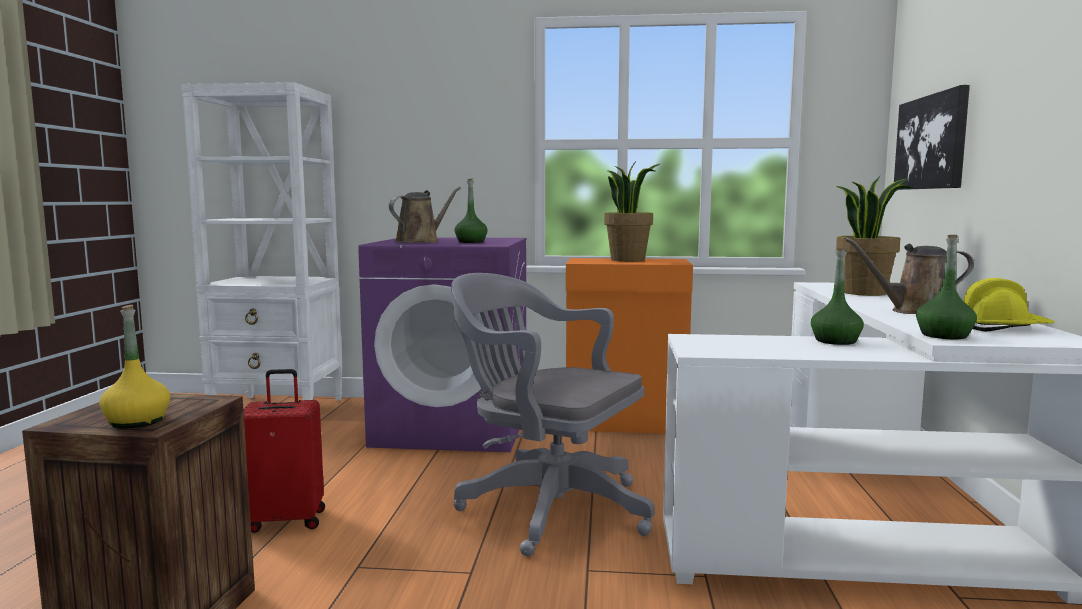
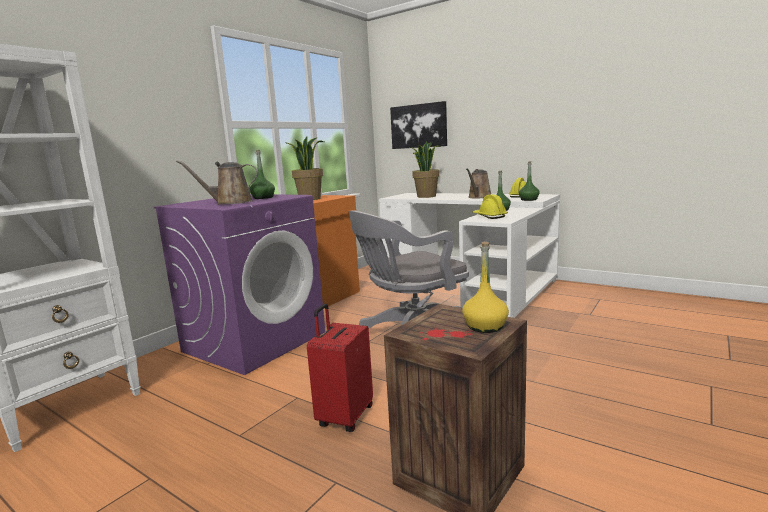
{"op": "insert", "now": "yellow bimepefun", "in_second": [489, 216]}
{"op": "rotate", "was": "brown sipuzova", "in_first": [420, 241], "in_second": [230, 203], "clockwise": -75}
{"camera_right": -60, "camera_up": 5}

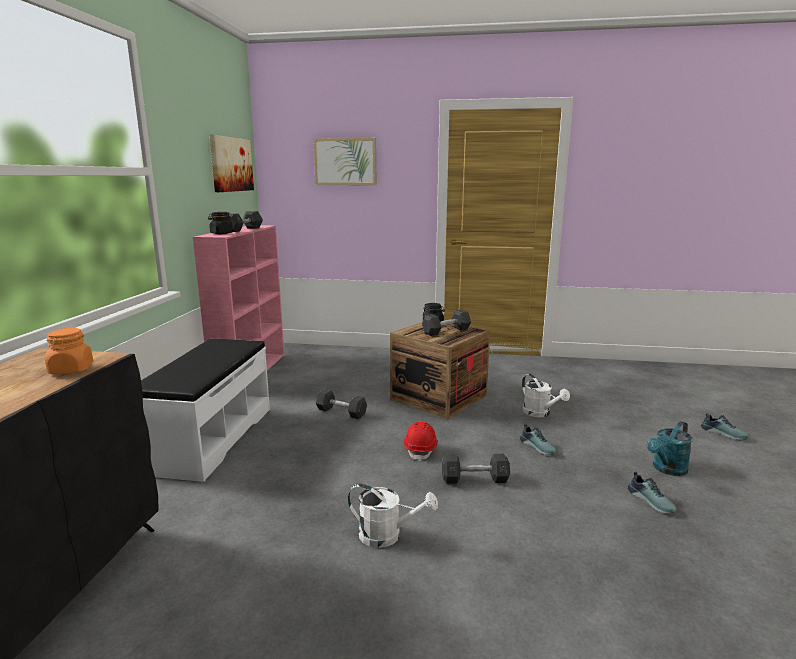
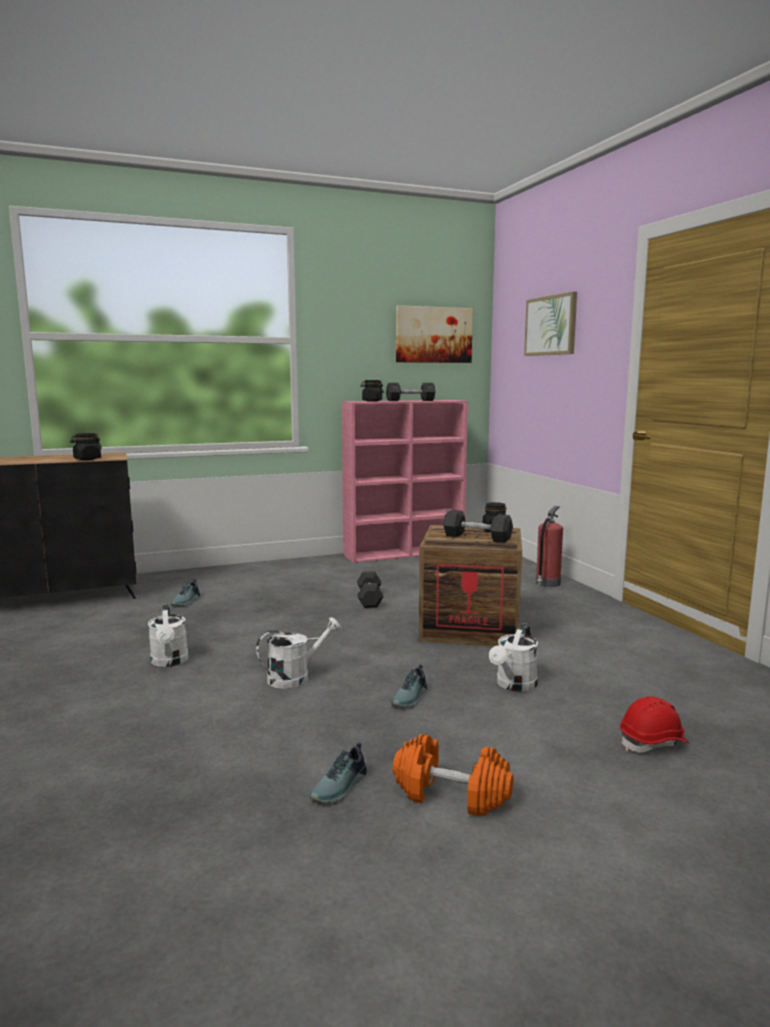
{"op": "delete", "was": "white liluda", "in_first": [209, 438]}
{"op": "insert", "now": "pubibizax", "in_second": [547, 583]}
{"op": "move", "was": "red bimepefun", "in_first": [421, 449], "in_second": [653, 742]}
{"op": "move", "was": "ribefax", "in_first": [724, 433], "in_second": [187, 601]}
{"op": "replace", "was": "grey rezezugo", "now": "white sipuzova", "in_first": [474, 479], "in_second": [295, 677]}
{"op": "replace", "was": "turquoise sipuzova", "now": "orange rezezugo", "in_first": [667, 469], "in_second": [451, 795]}
{"op": "recolor", "was": "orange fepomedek", "now": "black fepomedek", "in_first": [71, 370], "in_second": [87, 459]}
{"camera_right": 60, "camera_up": -5}

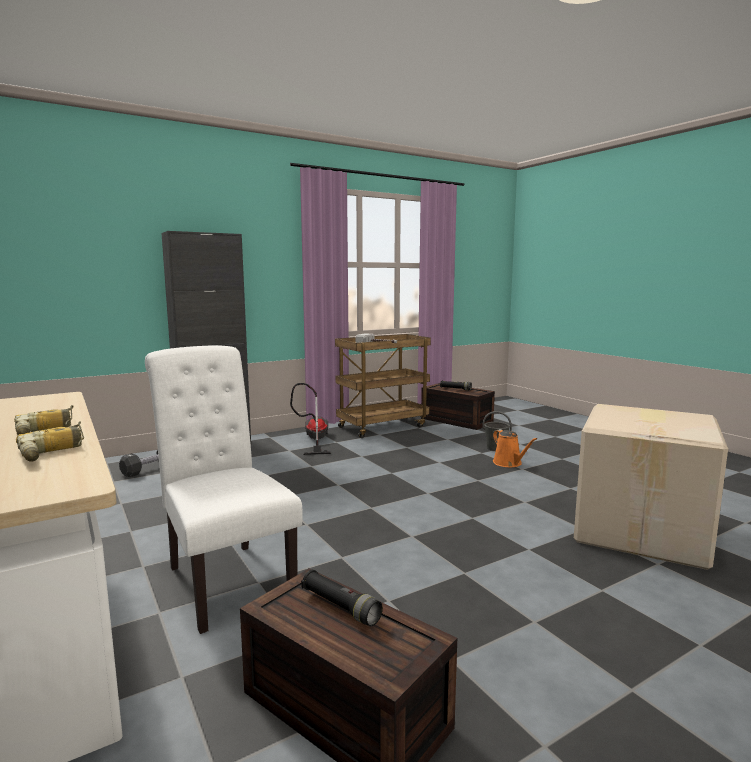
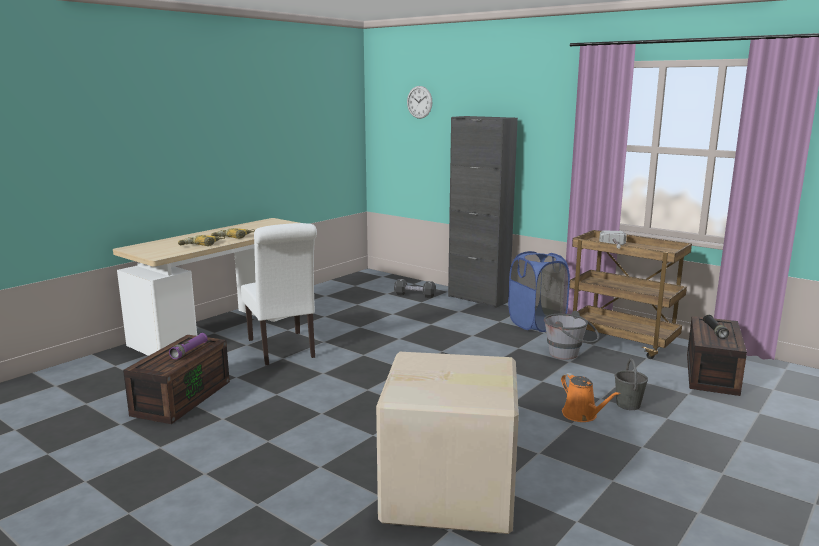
{"op": "insert", "now": "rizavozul", "in_second": [419, 102]}
{"op": "insert", "now": "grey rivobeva", "in_second": [569, 355]}
{"op": "replace", "was": "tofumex", "now": "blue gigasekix", "in_first": [314, 440], "in_second": [536, 324]}
{"op": "recolor", "was": "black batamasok", "now": "purple batamasok", "in_first": [340, 607], "in_second": [189, 351]}
{"op": "rotate", "was": "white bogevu", "in_first": [225, 578], "in_second": [283, 350], "clockwise": 120}
{"op": "rotate", "was": "orange sipuzova", "in_first": [509, 463], "in_second": [582, 415], "clockwise": -75}
{"camera_right": 70, "camera_up": 5}

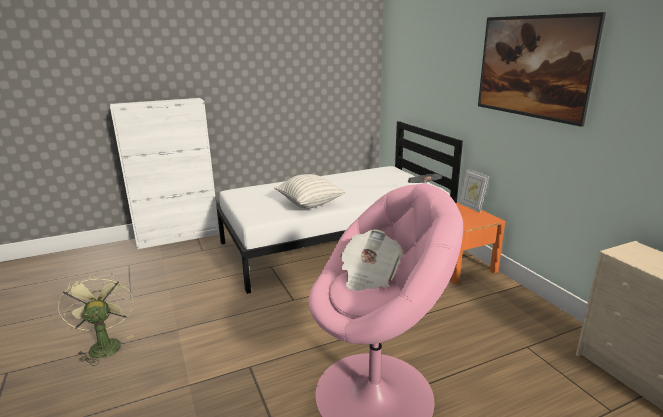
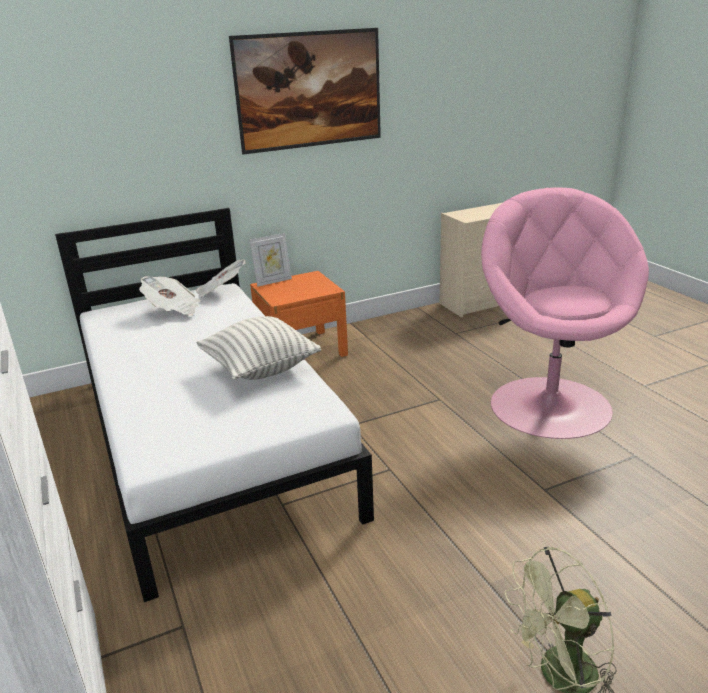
{"op": "move", "was": "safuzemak", "in_first": [368, 276], "in_second": [173, 309]}
{"camera_right": -90, "camera_up": 5}

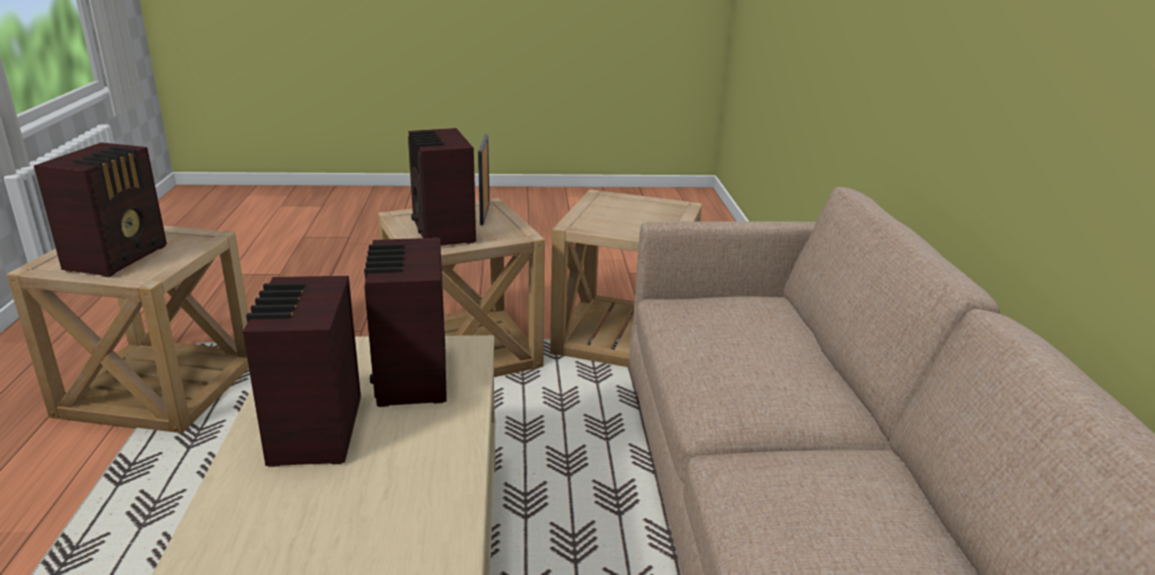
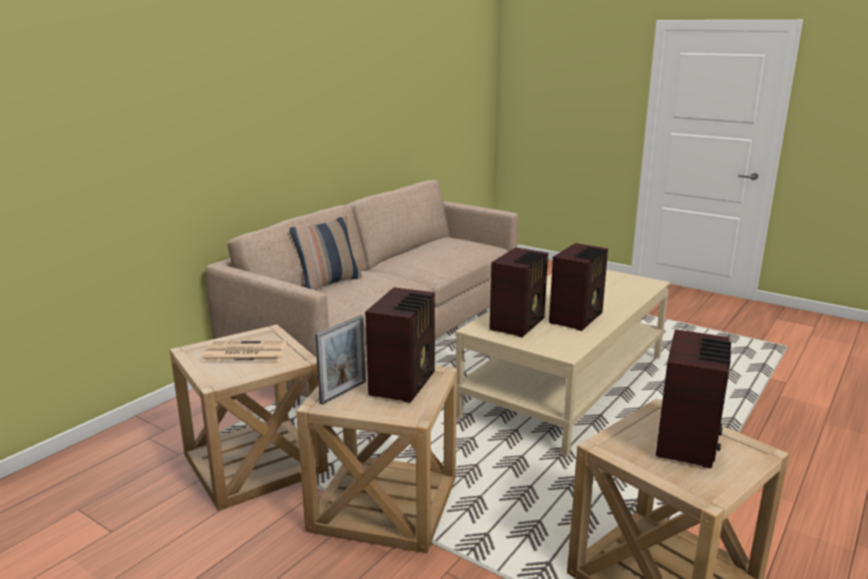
{"op": "insert", "now": "safuzemak", "in_second": [243, 353]}
{"op": "insert", "now": "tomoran", "in_second": [328, 283]}
{"op": "rotate", "was": "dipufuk", "in_first": [119, 257], "in_second": [688, 441], "clockwise": 150}
{"camera_right": -140, "camera_up": -5}

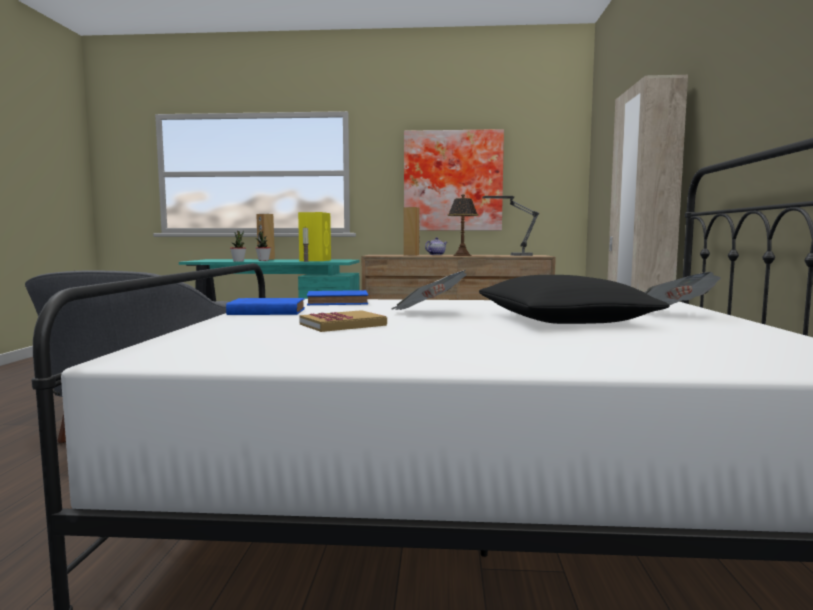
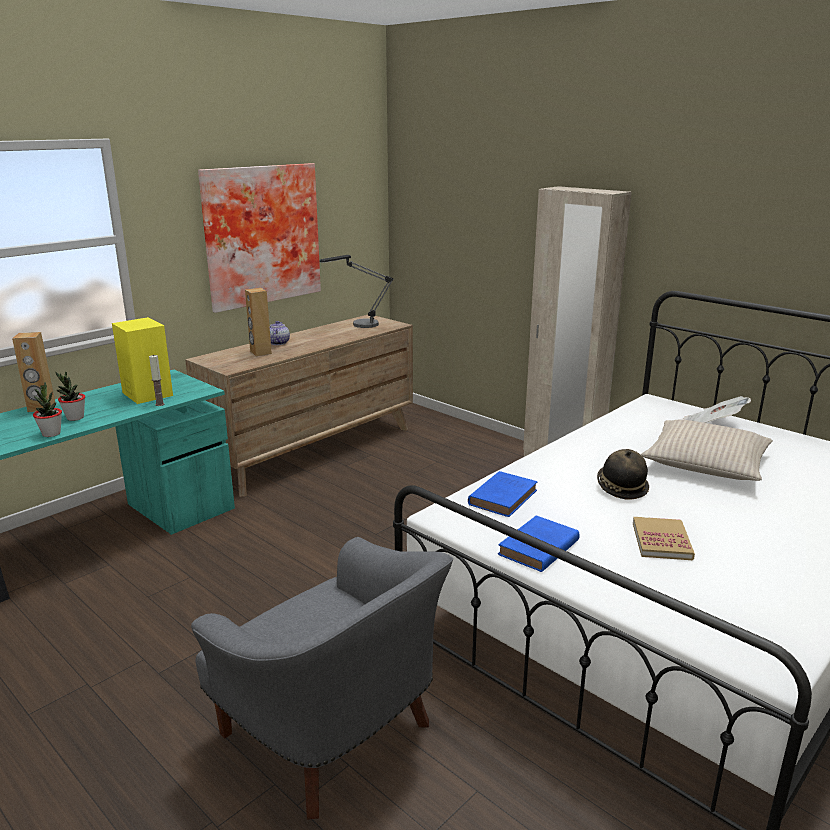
{"op": "delete", "was": "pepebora", "in_first": [462, 255]}
{"op": "replace", "was": "safuzemak", "now": "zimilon", "in_first": [428, 312], "in_second": [621, 488]}
{"op": "recolor", "was": "black tomoran", "now": "beige tomoran", "in_first": [563, 319], "in_second": [705, 463]}
{"camera_right": -50, "camera_up": 15}

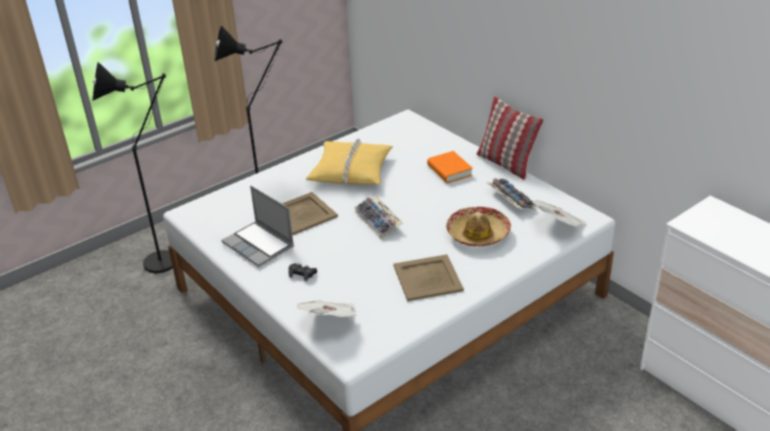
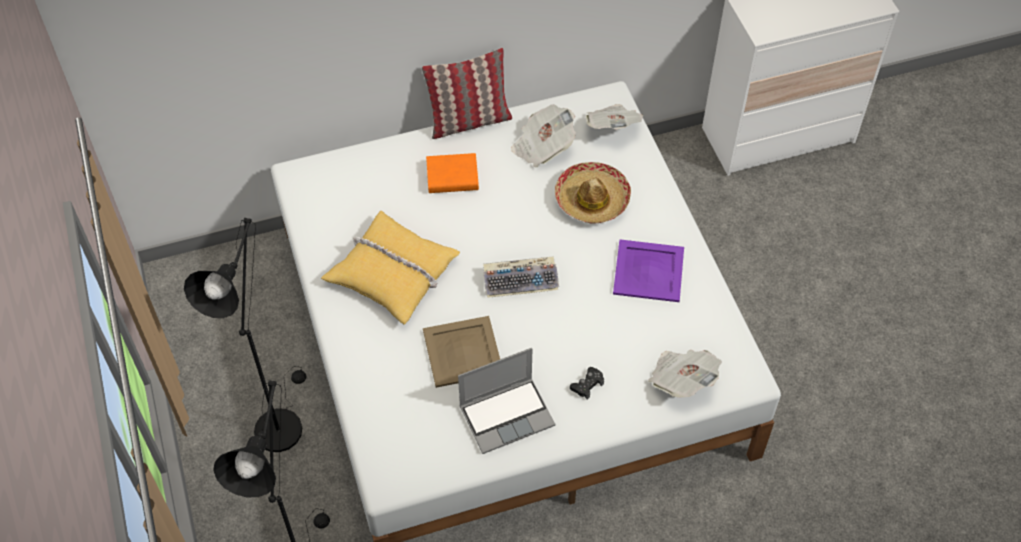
{"op": "replace", "was": "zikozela", "now": "safuzemak", "in_first": [510, 199], "in_second": [542, 146]}
{"op": "recolor", "was": "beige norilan", "now": "purple norilan", "in_first": [427, 278], "in_second": [649, 272]}
{"camera_right": -70, "camera_up": 20}

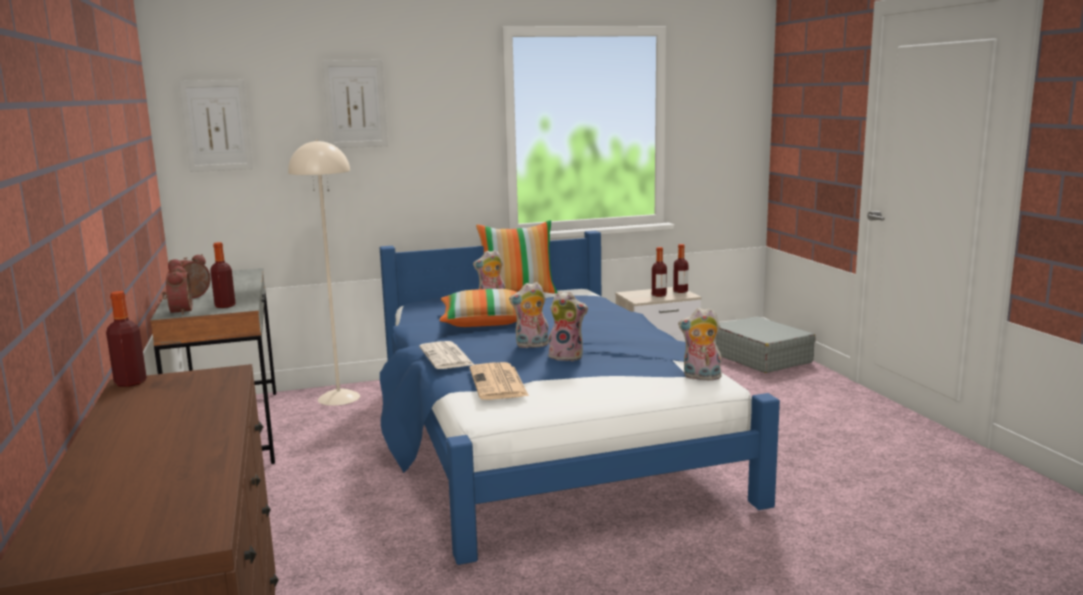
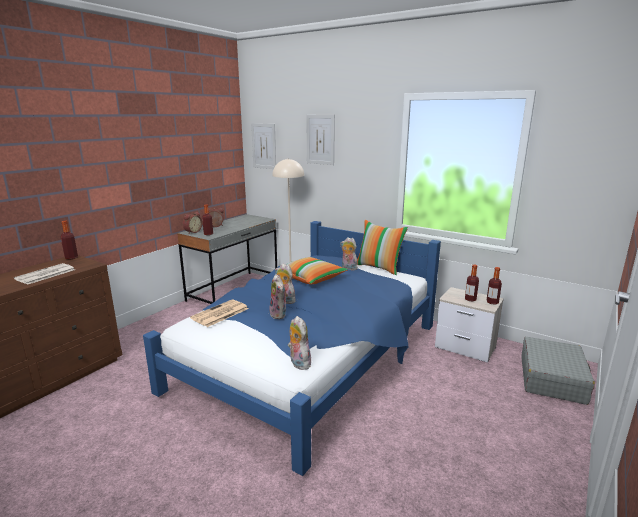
{"op": "move", "was": "safuzemak", "in_first": [447, 357], "in_second": [45, 274]}
{"camera_right": 50, "camera_up": 5}

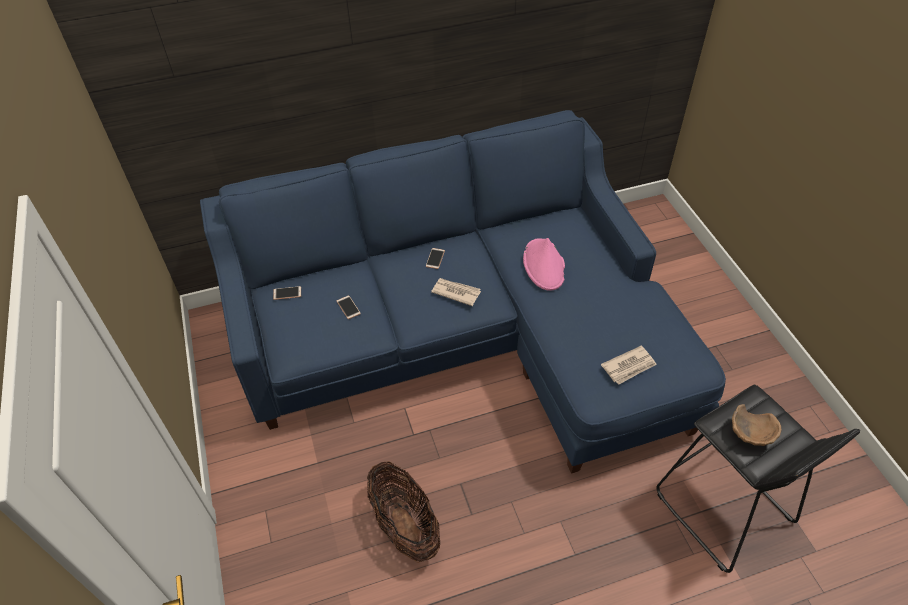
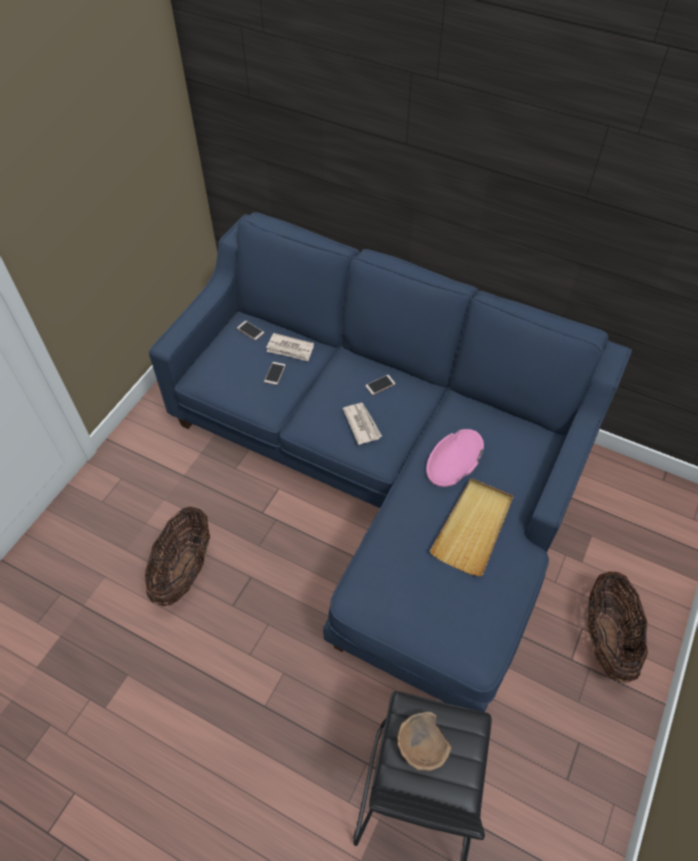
{"op": "insert", "now": "beige norilan", "in_second": [473, 527]}
{"op": "insert", "now": "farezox", "in_second": [606, 638]}
{"op": "move", "was": "safuzemak", "in_first": [629, 366], "in_second": [290, 349]}
{"camera_right": 45, "camera_up": 5}

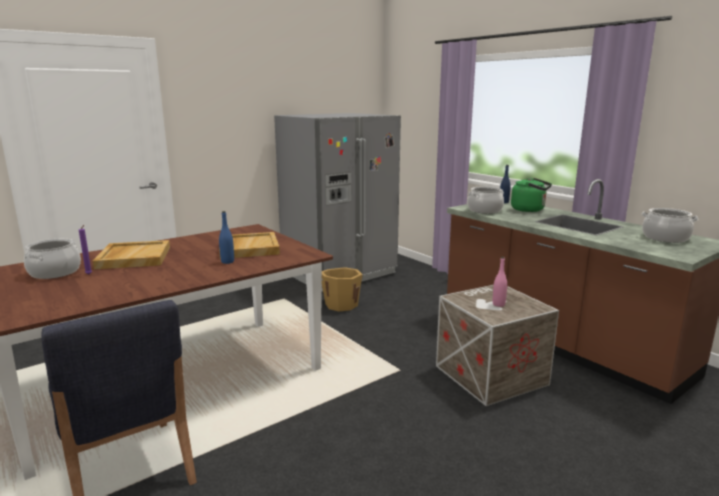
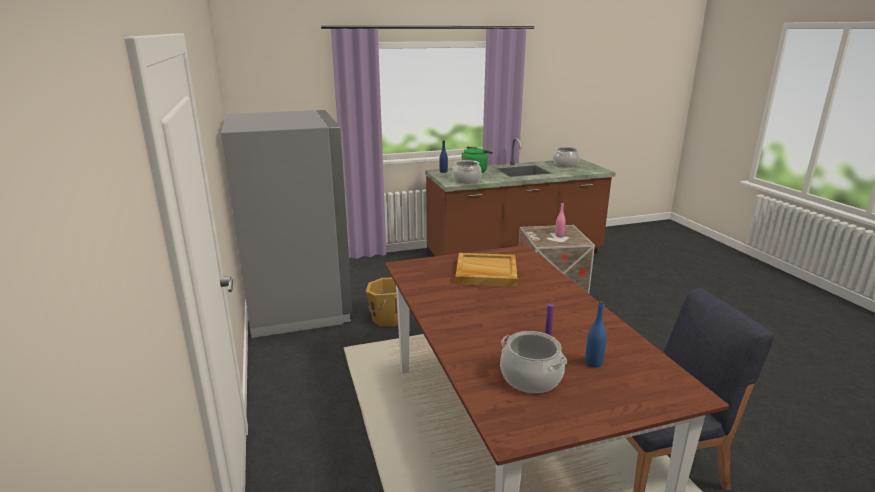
{"op": "delete", "was": "beige norilan", "in_first": [133, 257]}
{"op": "move", "was": "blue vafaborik", "in_first": [227, 262], "in_second": [593, 363]}
{"camera_right": -70, "camera_up": 5}

